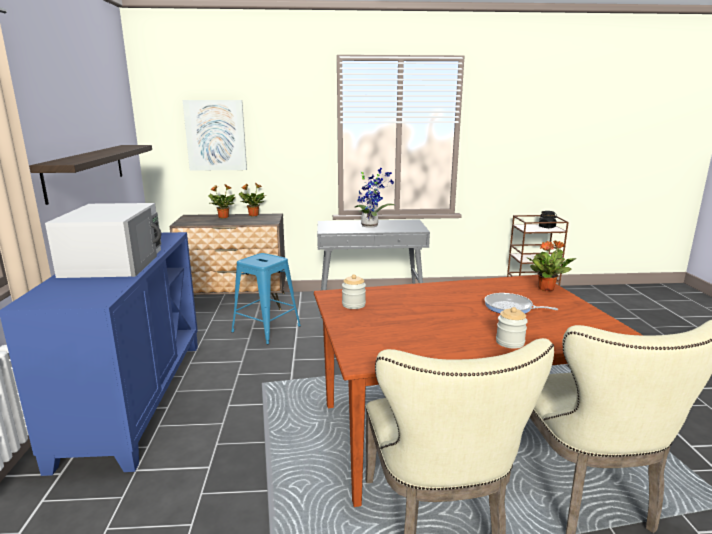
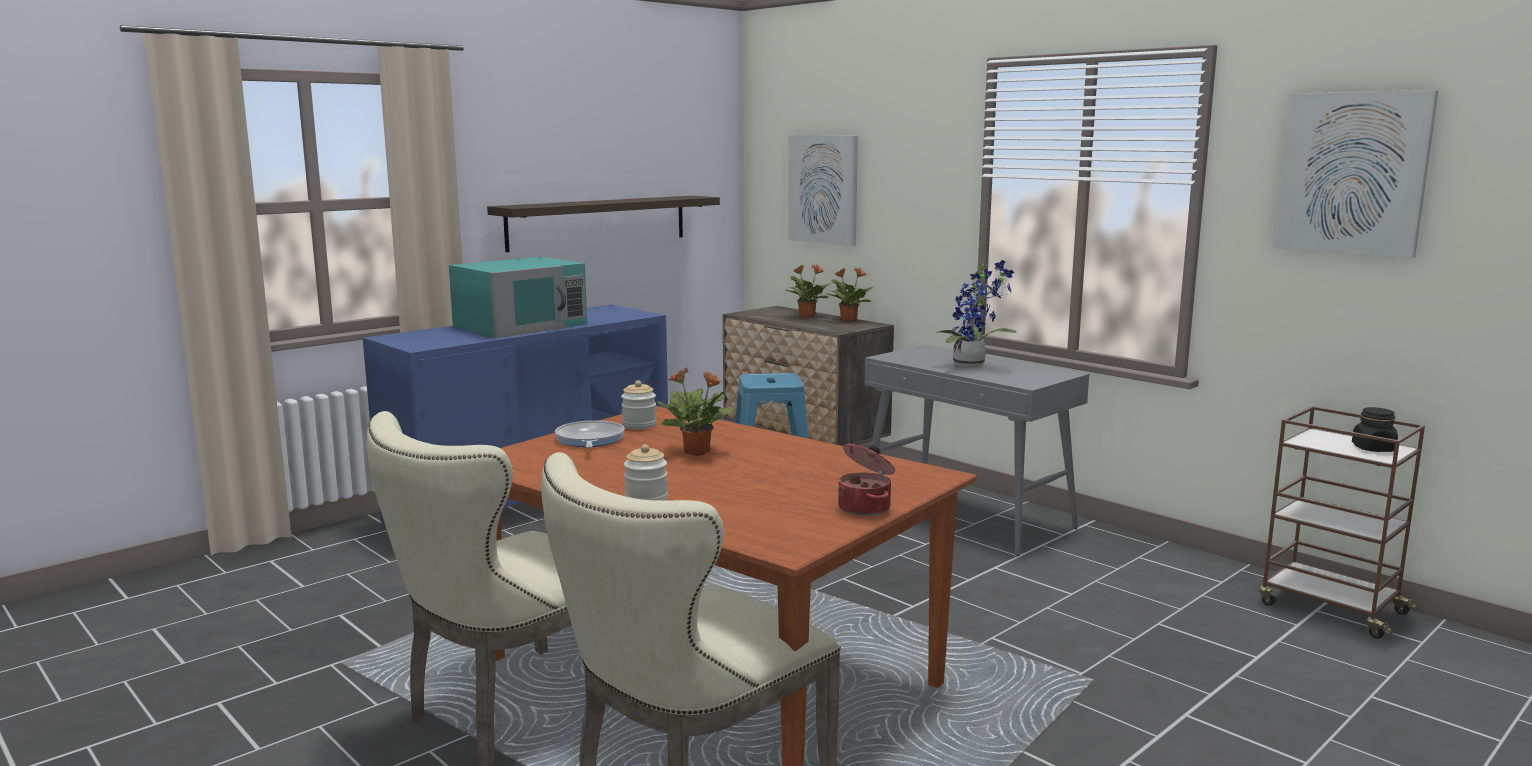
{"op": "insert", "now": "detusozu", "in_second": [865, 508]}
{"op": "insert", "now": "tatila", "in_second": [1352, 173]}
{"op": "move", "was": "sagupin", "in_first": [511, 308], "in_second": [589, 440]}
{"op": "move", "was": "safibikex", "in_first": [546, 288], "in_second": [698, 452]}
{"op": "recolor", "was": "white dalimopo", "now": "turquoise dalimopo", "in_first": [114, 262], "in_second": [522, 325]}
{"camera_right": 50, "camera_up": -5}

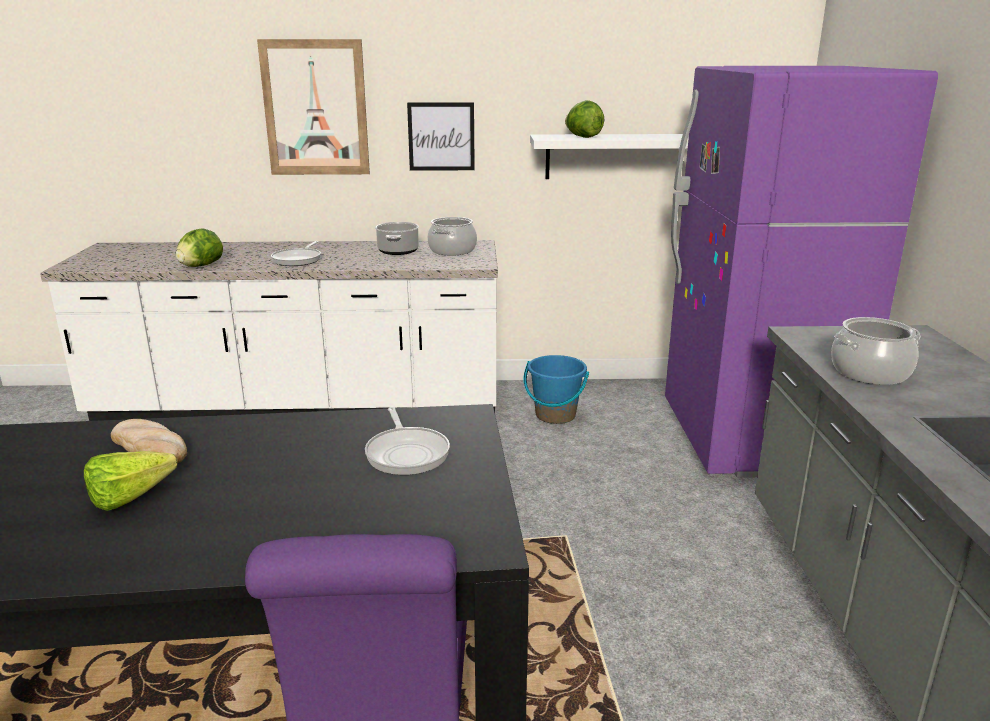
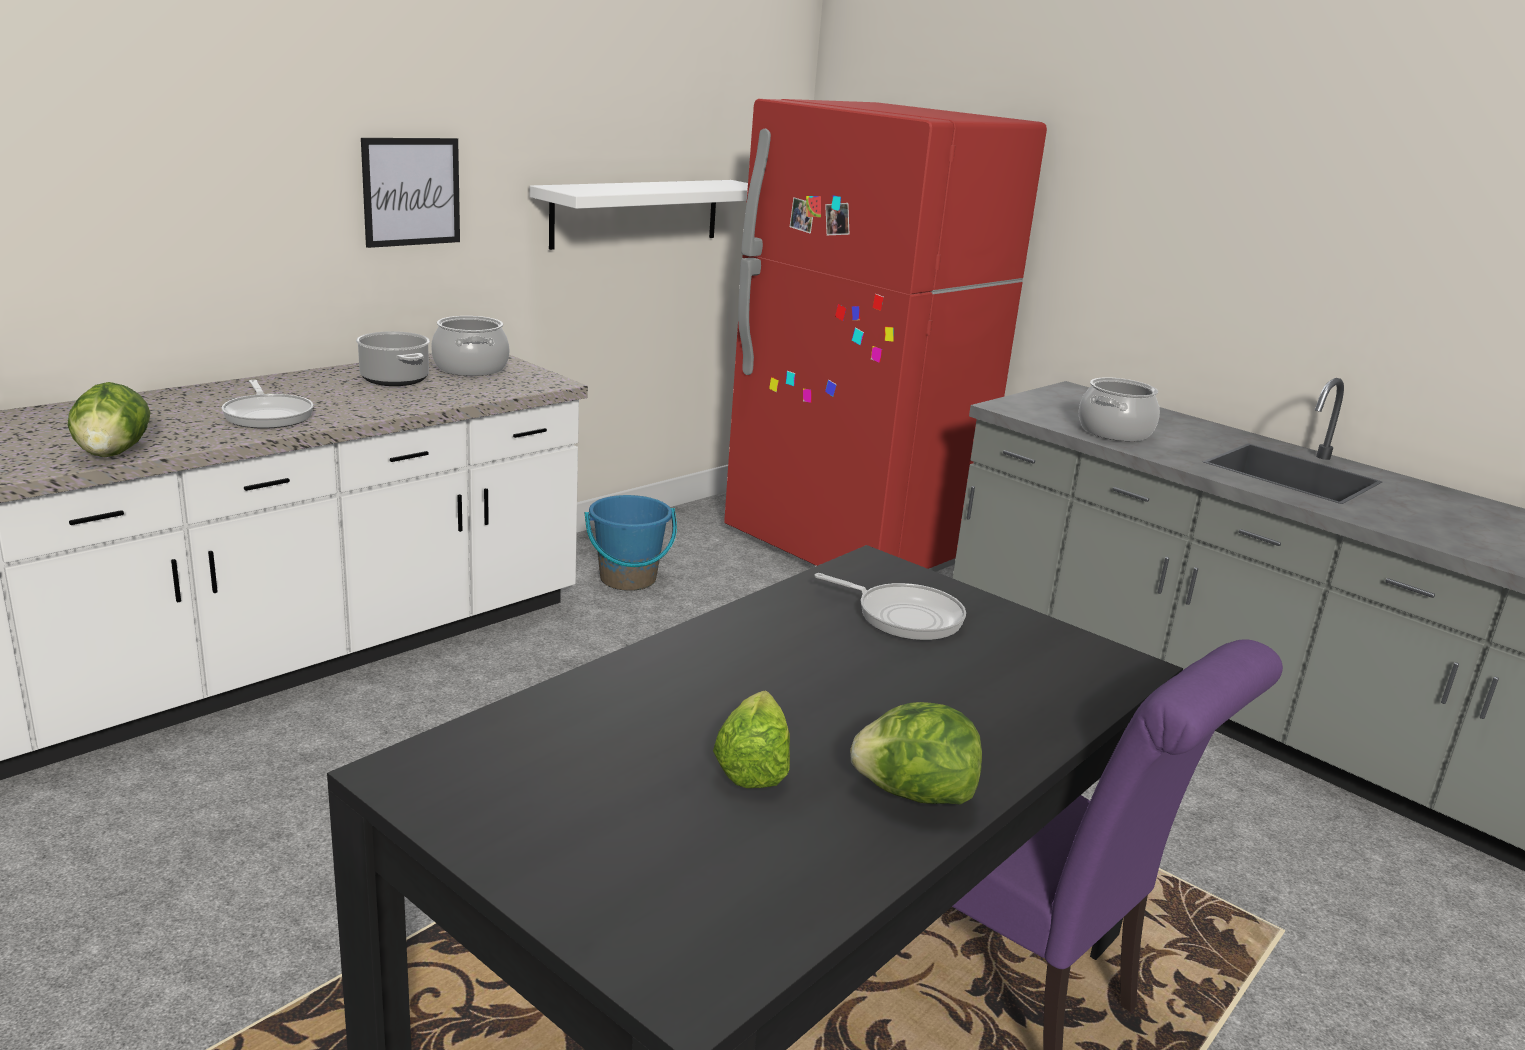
{"op": "delete", "was": "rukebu", "in_first": [151, 447]}
{"op": "delete", "was": "tatila", "in_first": [315, 108]}
{"op": "move", "was": "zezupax", "in_first": [583, 137], "in_second": [913, 795]}
{"op": "recolor", "was": "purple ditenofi", "now": "red ditenofi", "in_first": [751, 439], "in_second": [850, 547]}
{"camera_right": -45, "camera_up": 0}

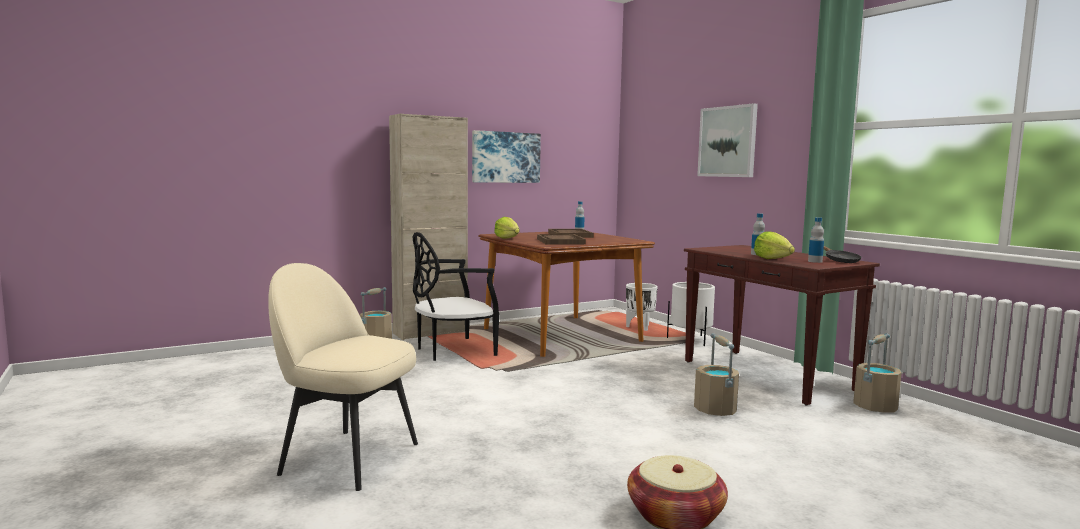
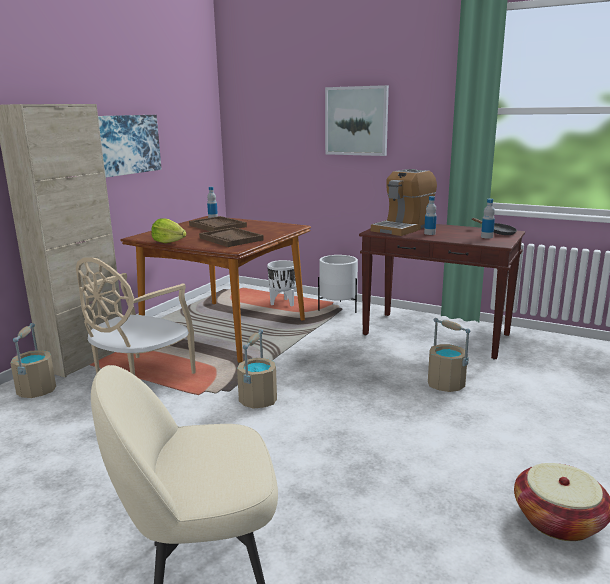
{"op": "delete", "was": "zezupax", "in_first": [772, 259]}
{"op": "insert", "now": "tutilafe", "in_second": [403, 228]}
{"op": "move", "was": "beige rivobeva", "in_first": [875, 406], "in_second": [258, 400]}
{"op": "recolor", "was": "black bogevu", "now": "beige bogevu", "in_first": [453, 351], "in_second": [140, 378]}
{"camera_right": -30, "camera_up": 10}

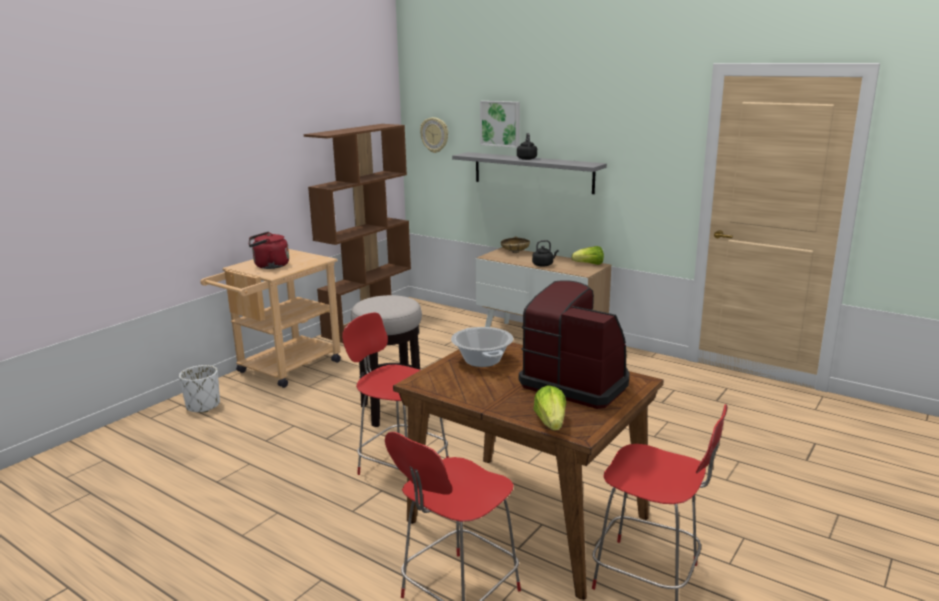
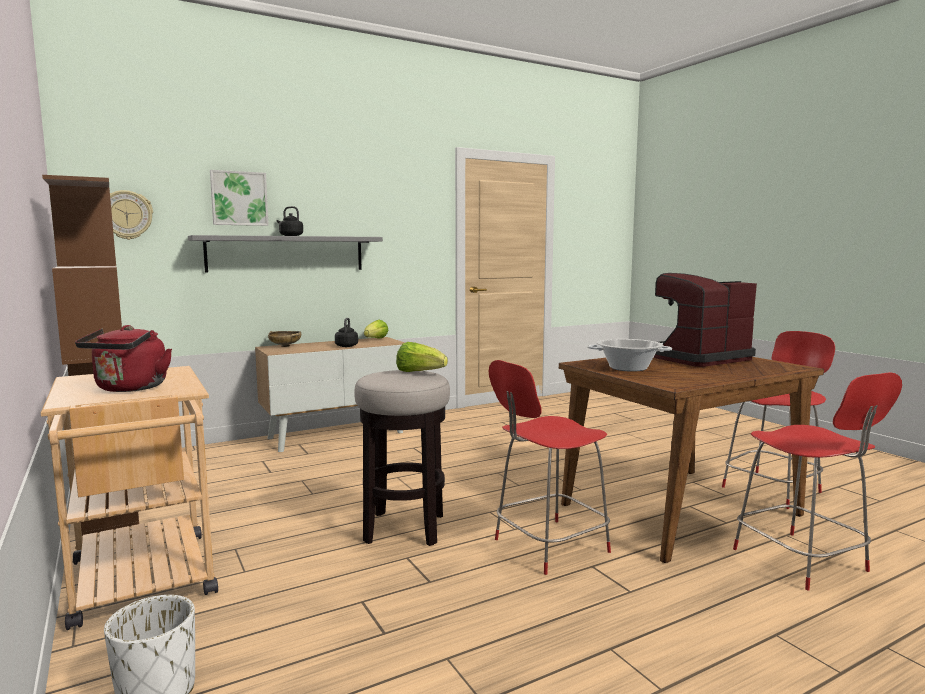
{"op": "move", "was": "zezupax", "in_first": [551, 423], "in_second": [419, 372]}
{"camera_right": -65, "camera_up": -10}

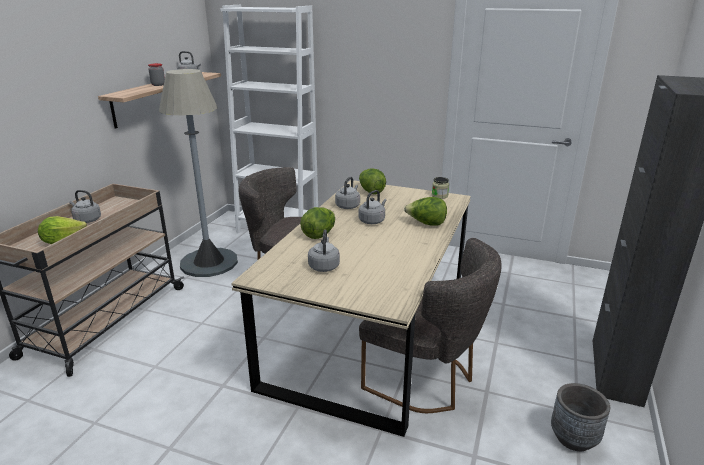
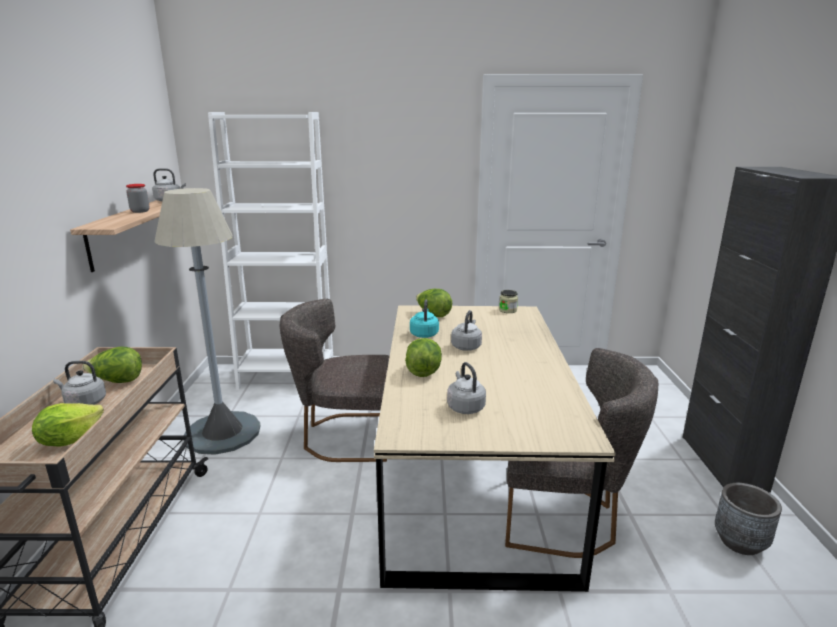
{"op": "move", "was": "zezupax", "in_first": [426, 224], "in_second": [117, 381]}
{"op": "recolor", "was": "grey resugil", "now": "turquoise resugil", "in_first": [348, 206], "in_second": [424, 334]}
{"camera_right": -20, "camera_up": -5}

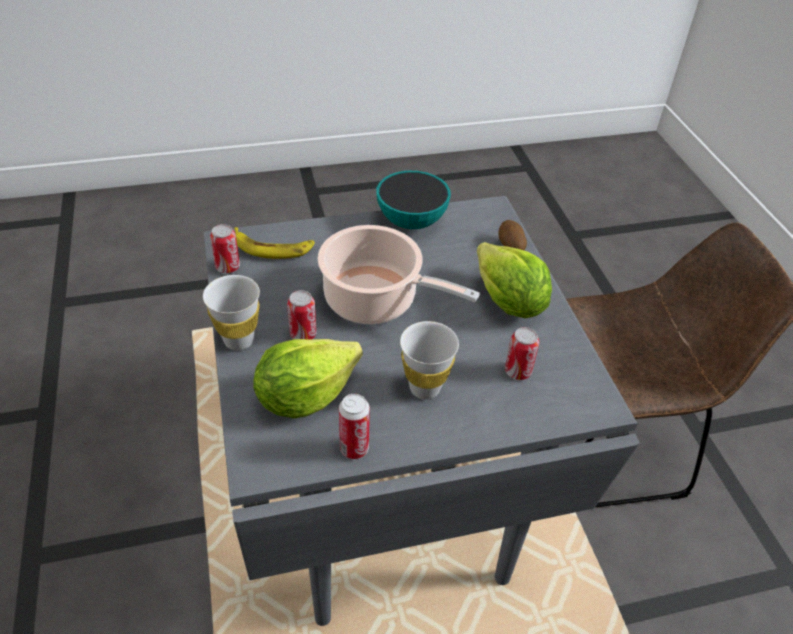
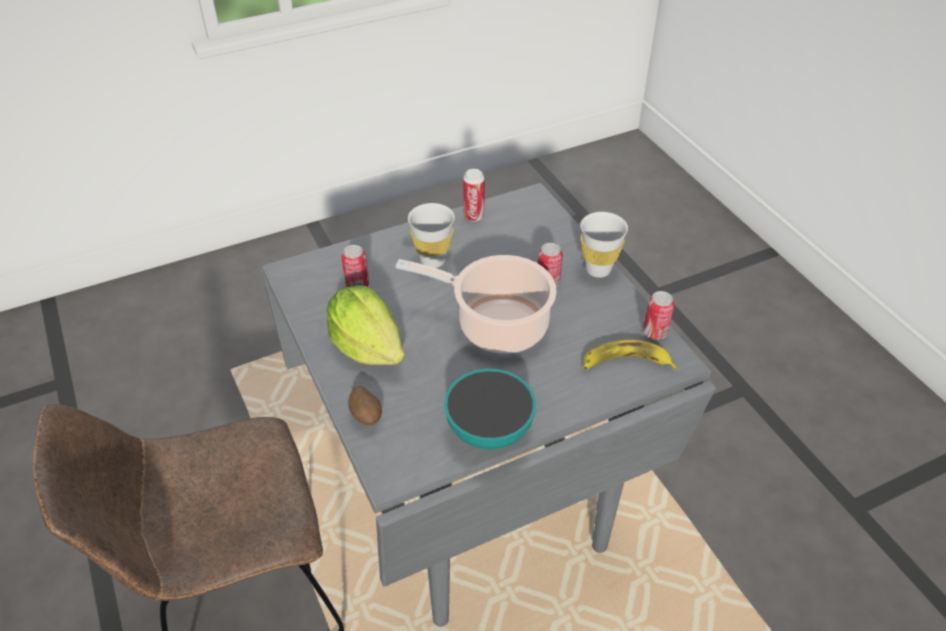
{"op": "delete", "was": "zezupax", "in_first": [305, 396]}
{"camera_right": 170, "camera_up": 0}

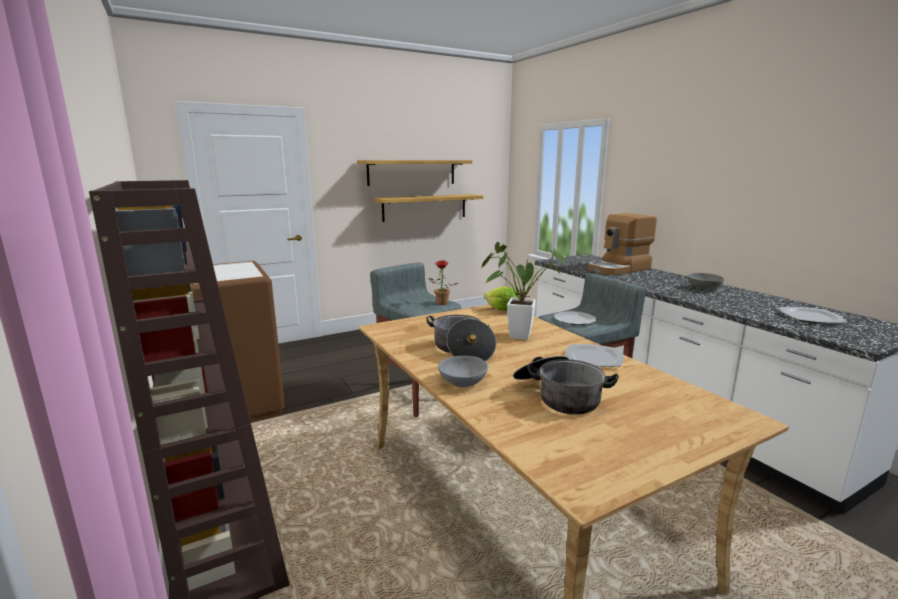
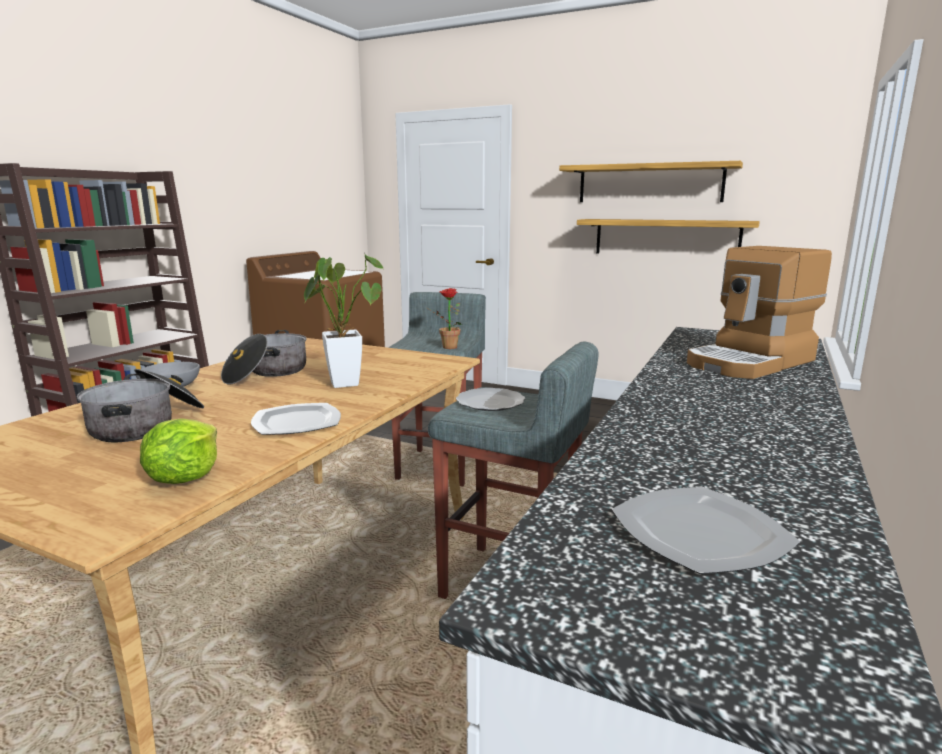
{"op": "delete", "was": "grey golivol", "in_first": [703, 288]}
{"op": "move", "was": "zezupax", "in_first": [502, 310], "in_second": [185, 477]}
{"op": "rotate", "was": "tutilafe", "in_first": [619, 269], "in_second": [751, 362], "clockwise": -60}
{"camera_right": 55, "camera_up": 0}

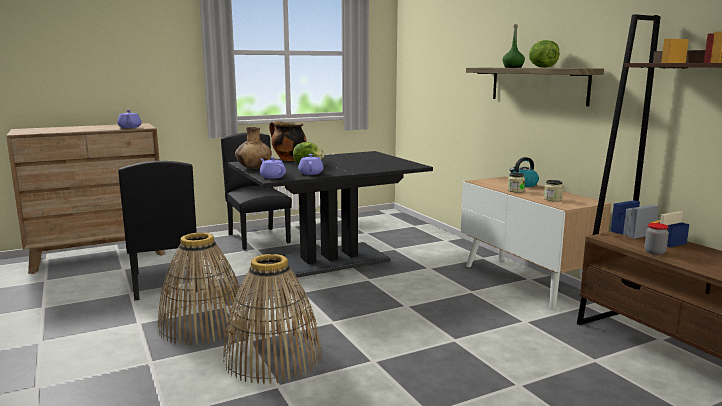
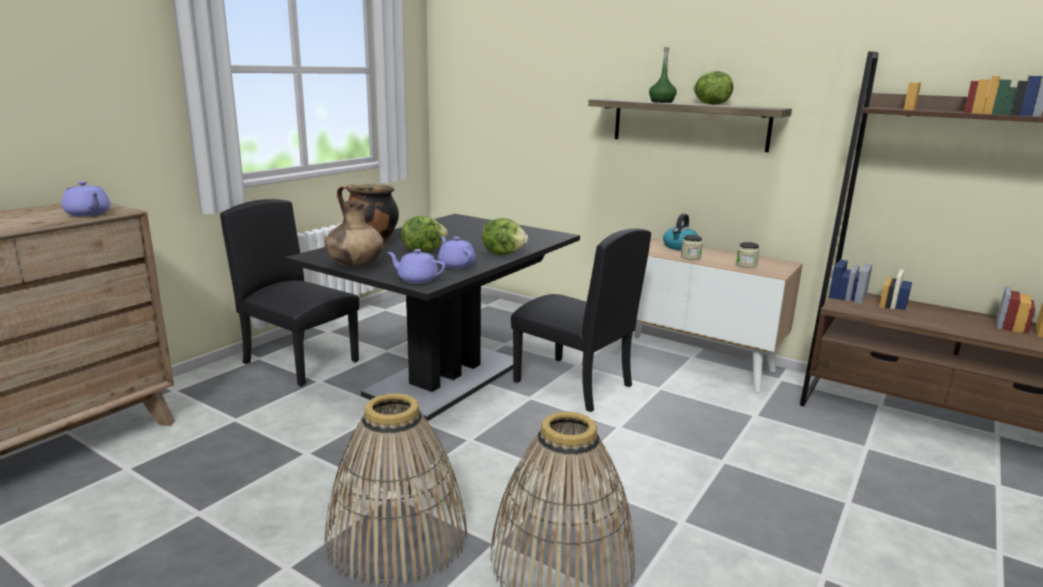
{"op": "delete", "was": "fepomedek", "in_first": [654, 252]}
{"op": "insert", "now": "zezupax", "in_second": [503, 253]}
{"op": "move", "was": "black bogevu", "in_first": [164, 282], "in_second": [572, 384]}
{"camera_right": -30, "camera_up": 5}

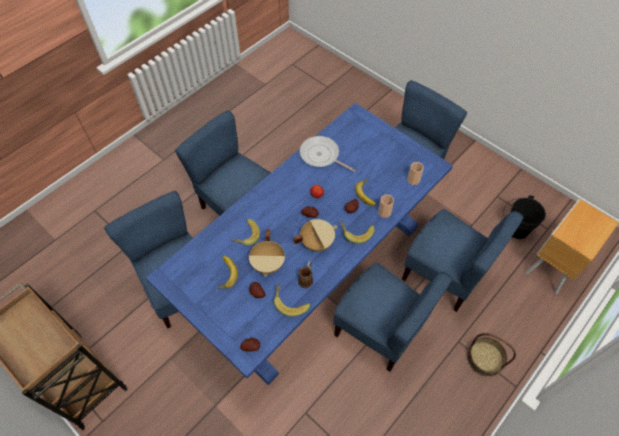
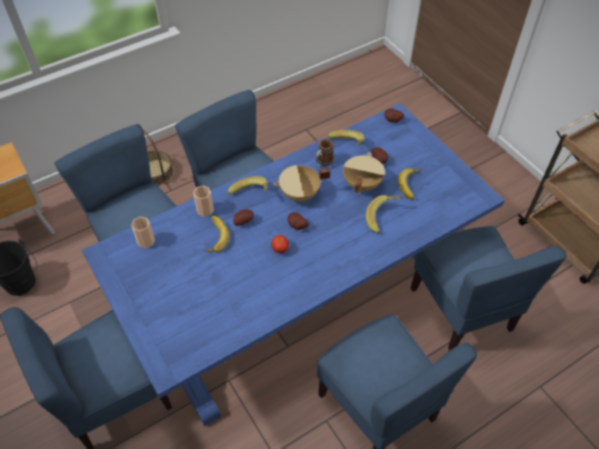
{"op": "delete", "was": "sagupin", "in_first": [321, 155]}
{"camera_right": -165, "camera_up": -5}

